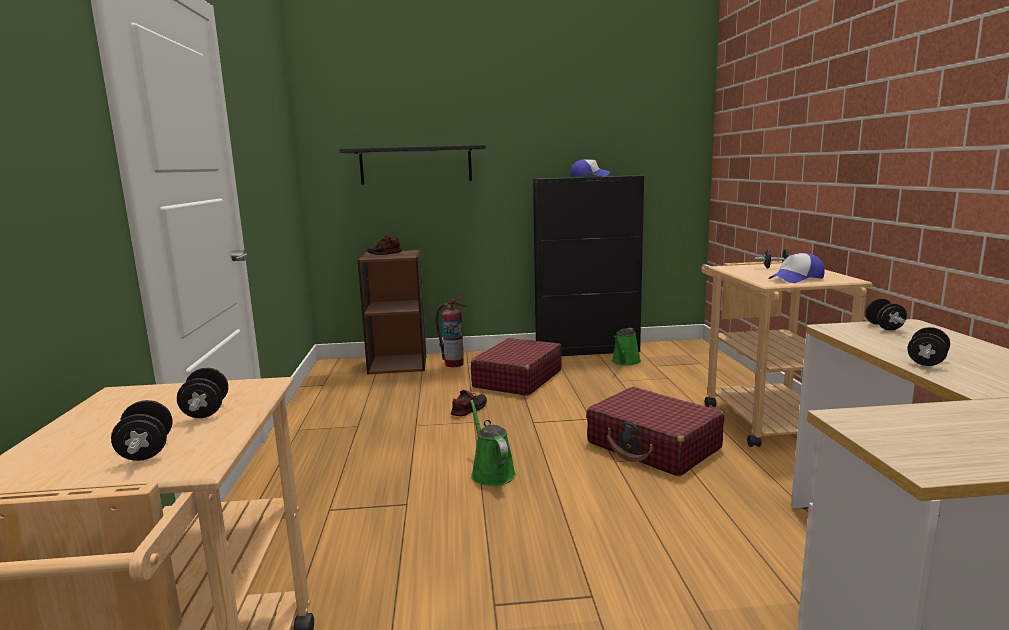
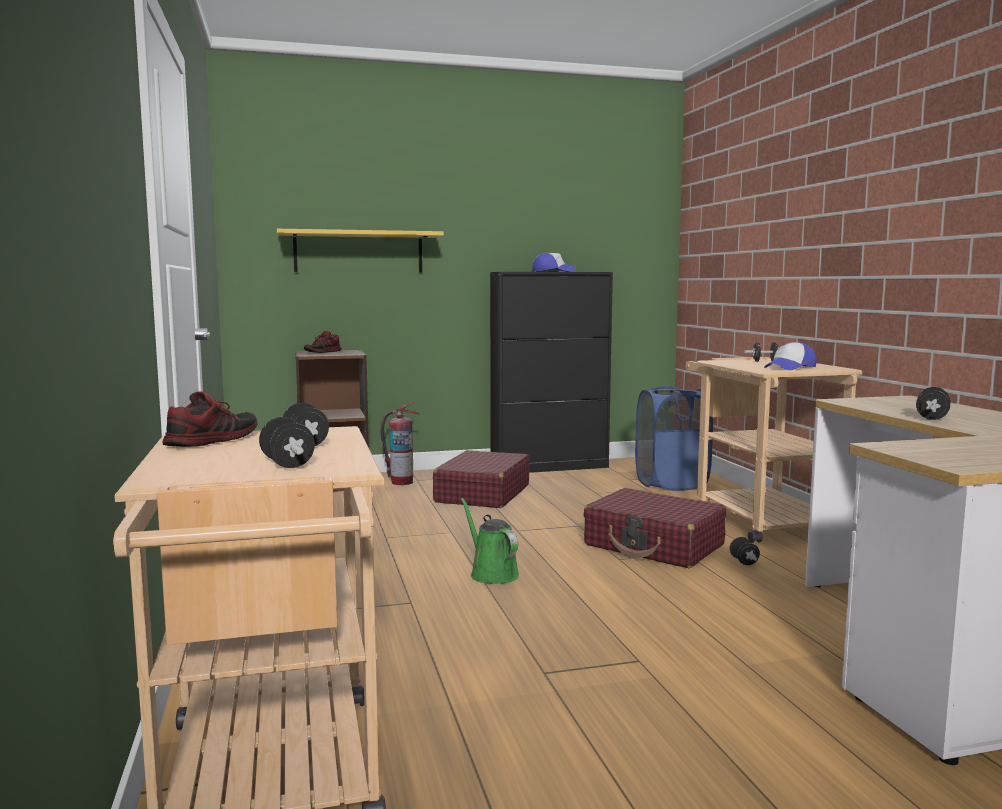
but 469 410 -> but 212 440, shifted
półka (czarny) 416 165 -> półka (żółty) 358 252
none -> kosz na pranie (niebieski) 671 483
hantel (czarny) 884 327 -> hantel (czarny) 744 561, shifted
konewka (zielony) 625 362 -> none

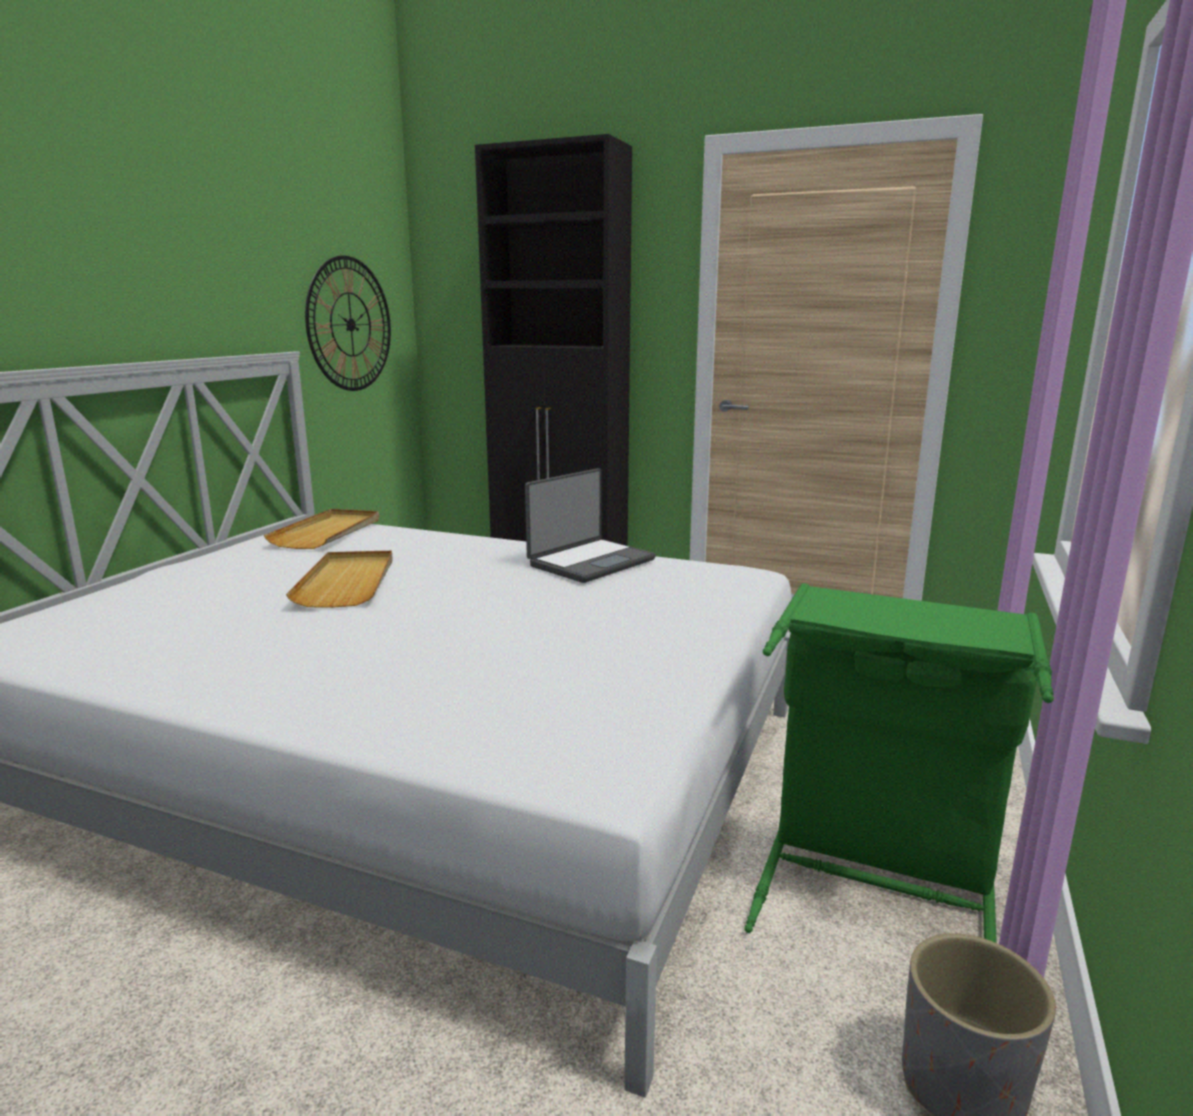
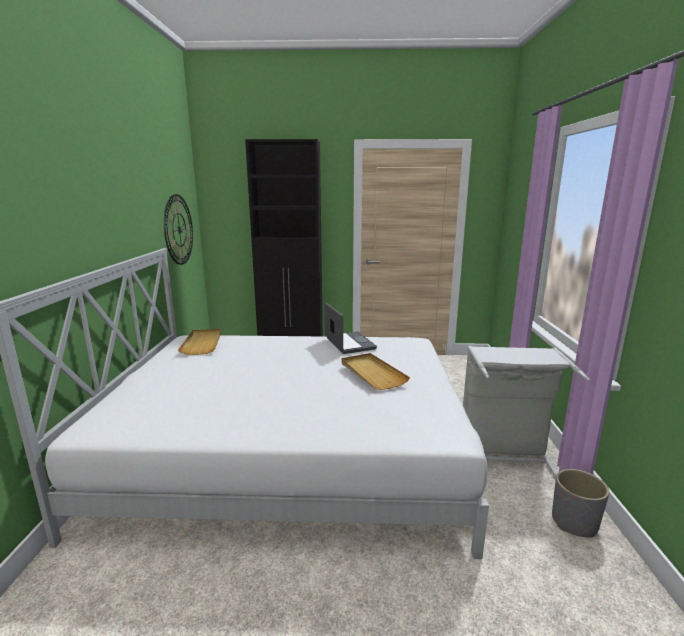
laptop 590 562 -> laptop 348 343, 45 degrees counterclockwise
taca (beżowy) 347 582 -> taca (beżowy) 372 373, shifted
kosz na pranie (zielony) 876 888 -> kosz na pranie (szary) 506 461

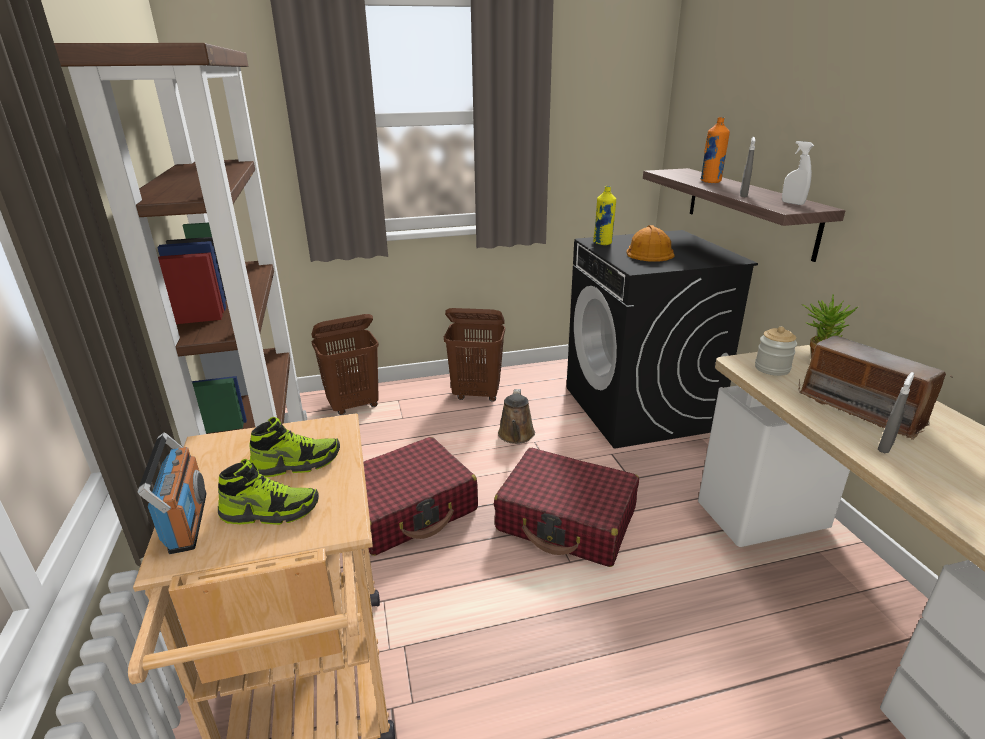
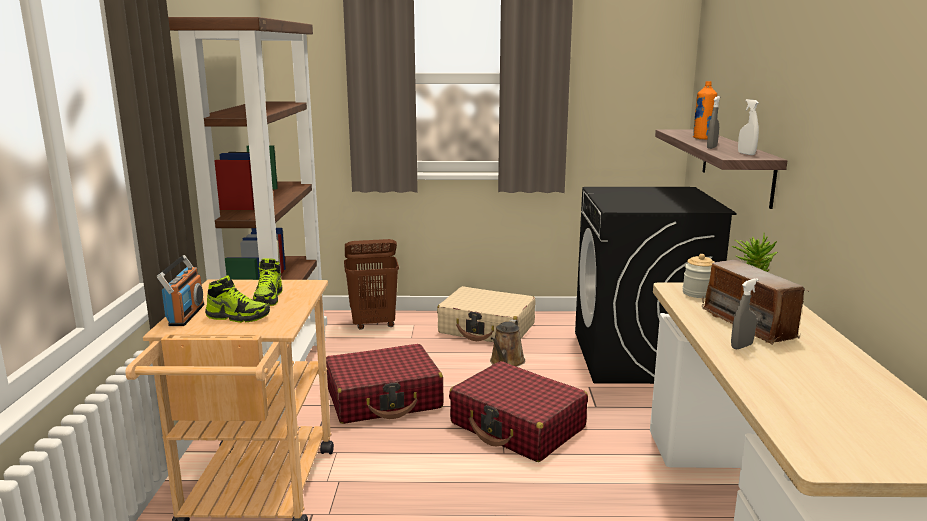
but 296 464 -> but 268 298, 90 degrees clockwise
kosz na pranie (brązowy) 477 394 -> walizka (beżowy) 487 329
butelka (żółty) 602 243 -> none
kask (pomarańczowy) 648 253 -> none

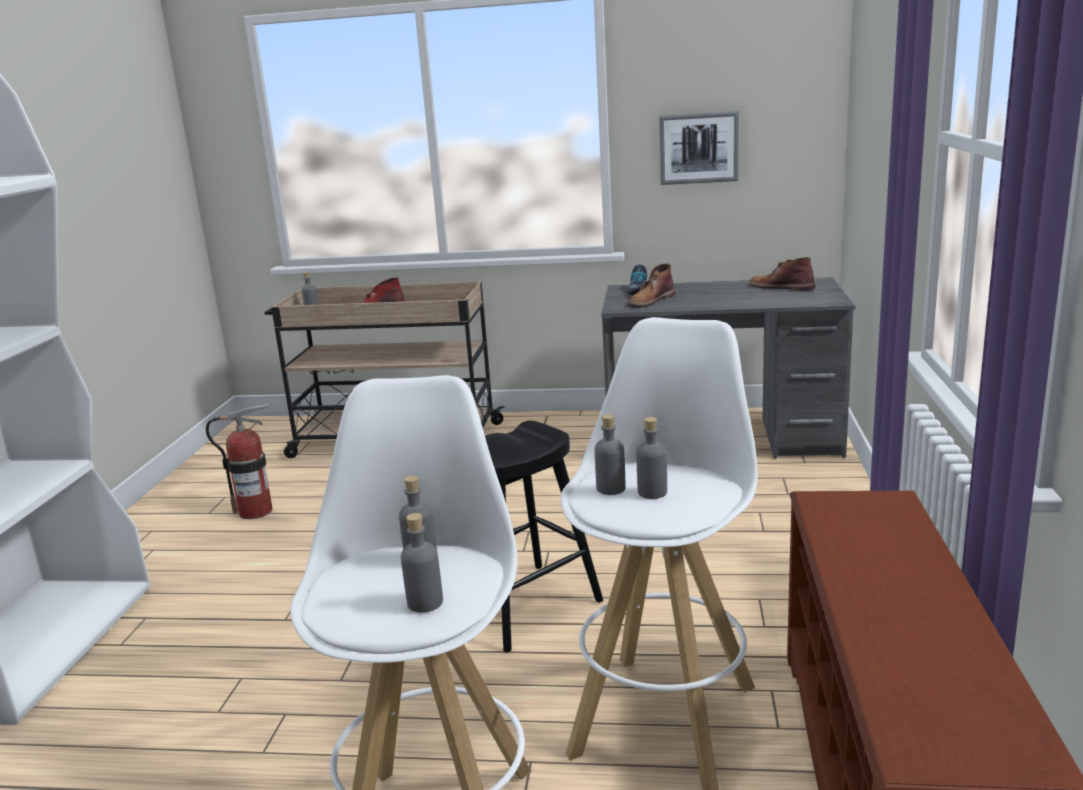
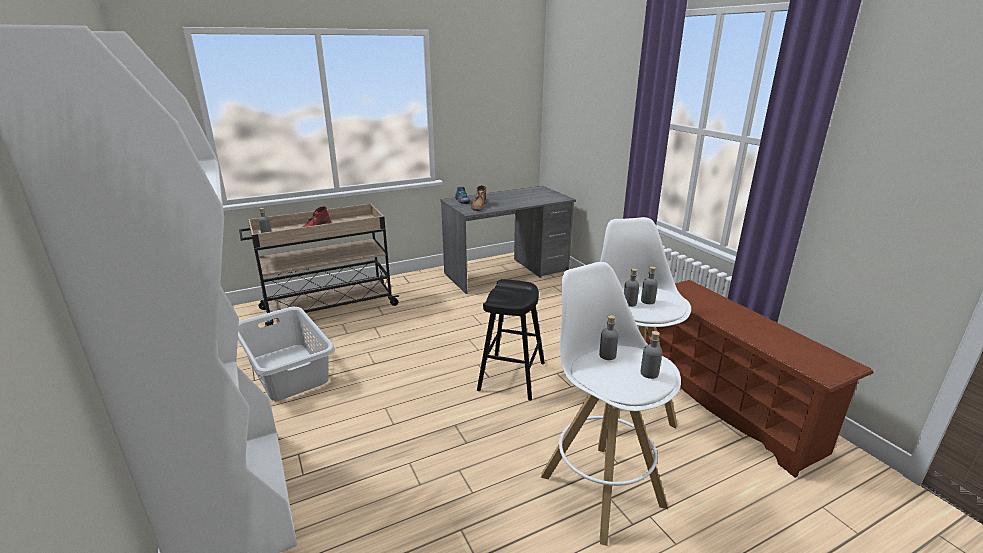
gaśnica 256 511 -> kosz na pranie (szary) 289 370
obraz 699 148 -> none
but z cholewką (brązowy) 781 287 -> none

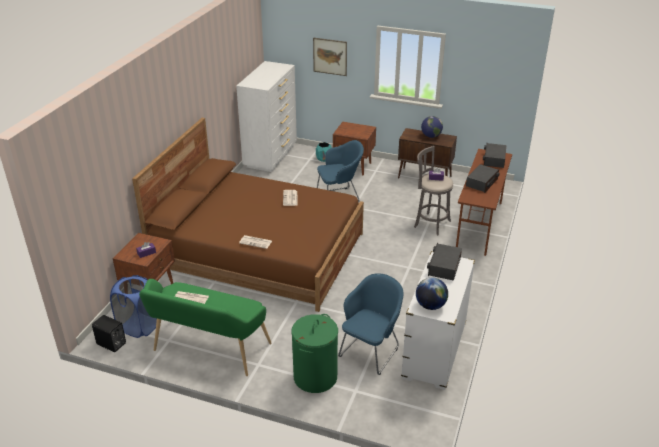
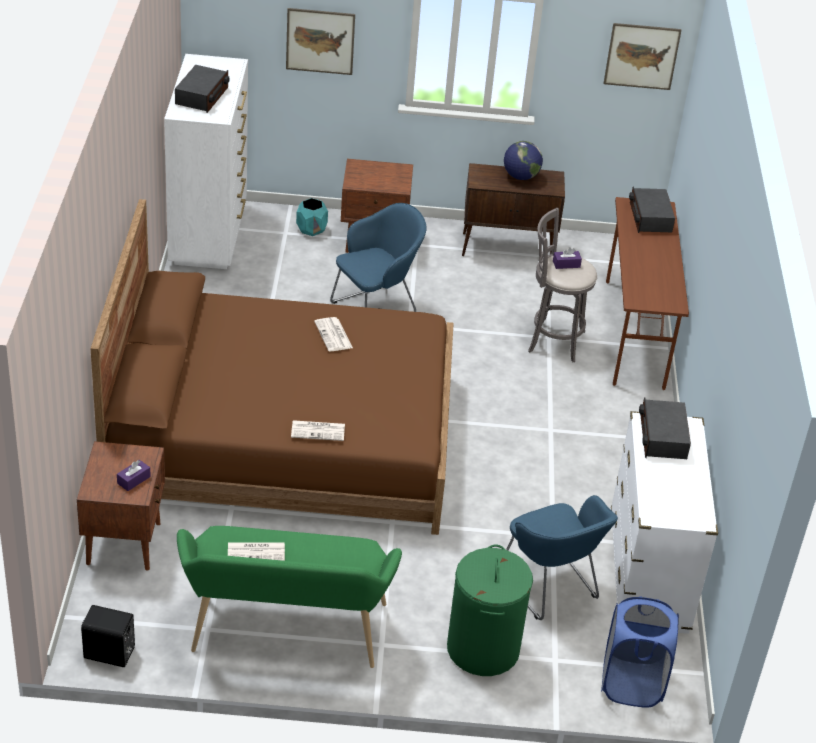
radio 482 183 -> radio 202 96, shifted
fotel (niebieski) 371 351 -> fotel (niebieski) 551 589, 135 degrees clockwise
kosz na pranie (niebieski) 139 326 -> kosz na pranie (niebieski) 631 684, shifted
none -> obraz 642 56
globus 430 305 -> none

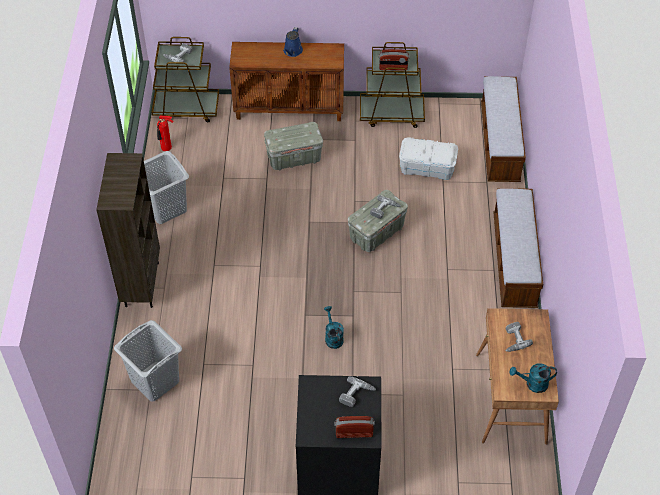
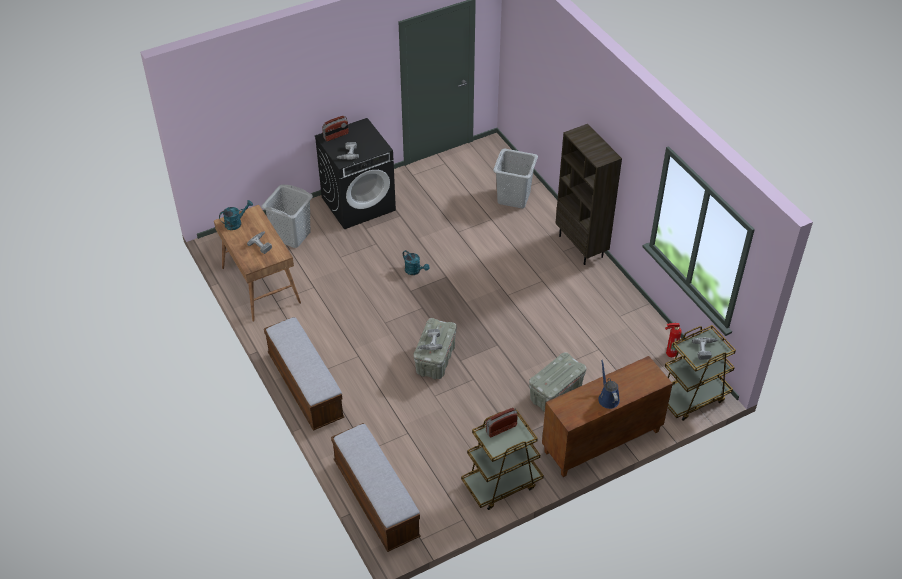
kosz na pranie (szary) 166 208 -> kosz na pranie (szary) 291 236, shifted
pojemnik do przechowywania (biały) 427 167 -> none

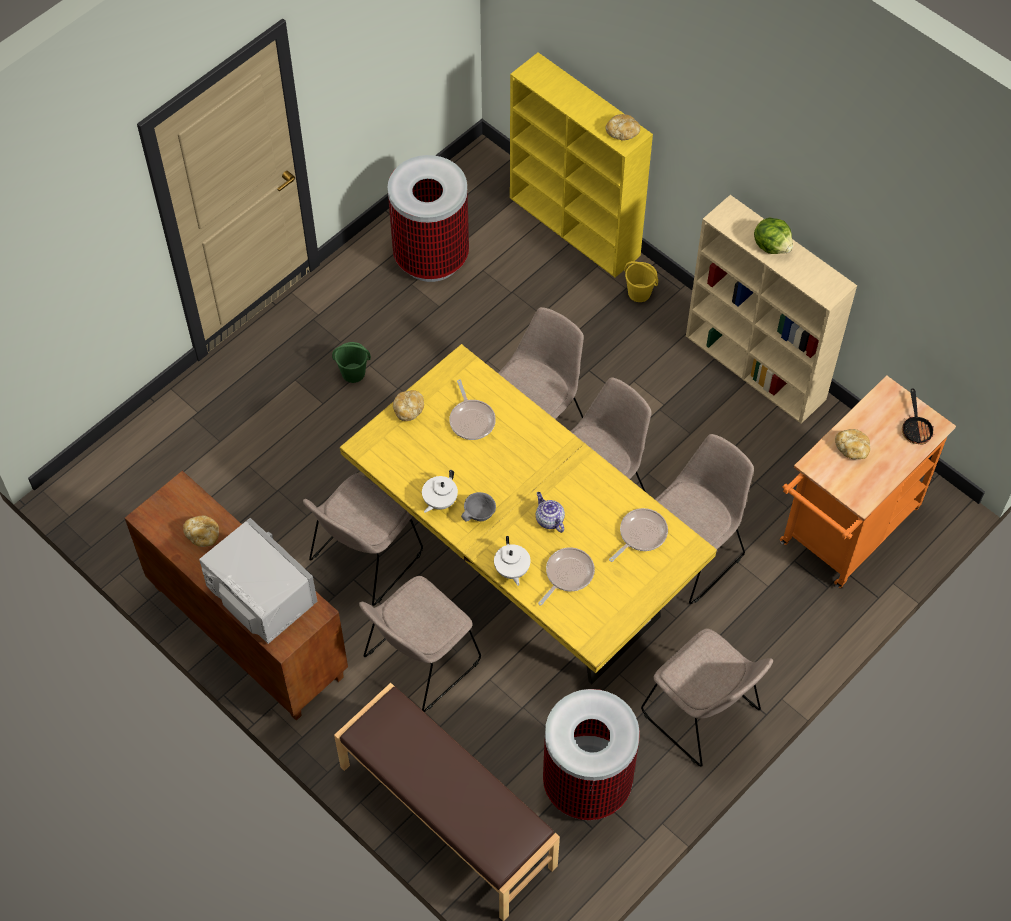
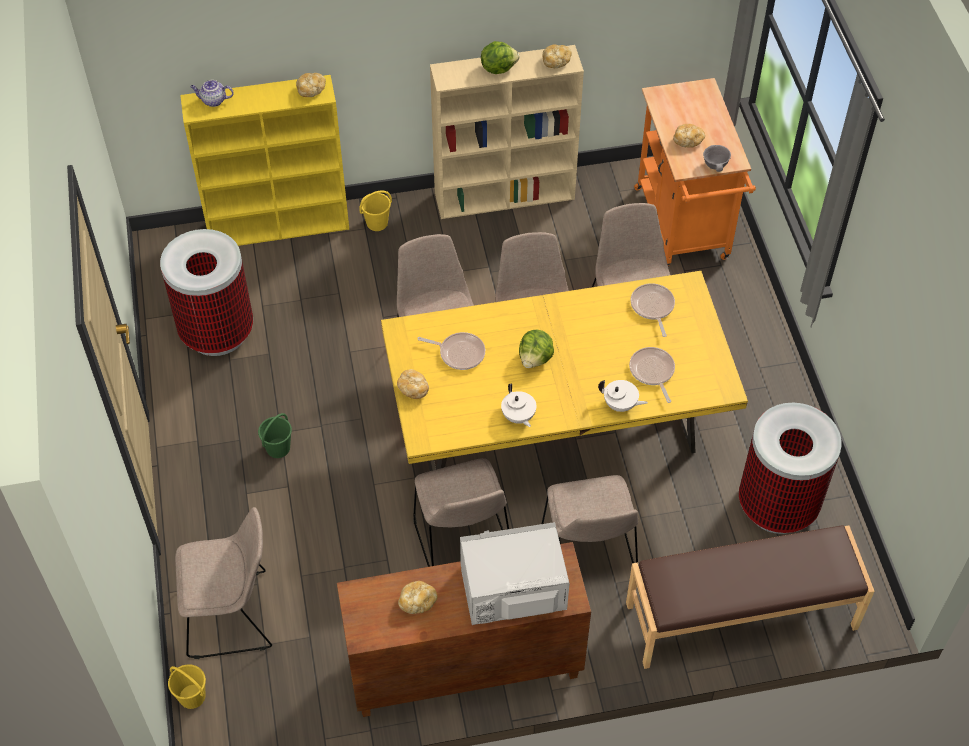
none -> wiadro (żółty) 191 696
krzesło (beżowy) 703 714 -> krzesło (beżowy) 232 614, shifted
imbryk 549 519 -> imbryk 213 101, shifted
none -> sałata 535 358
none -> chleb 556 61
miska (szary) 479 515 -> miska (szary) 716 166, shifted
patelnia 916 428 -> none

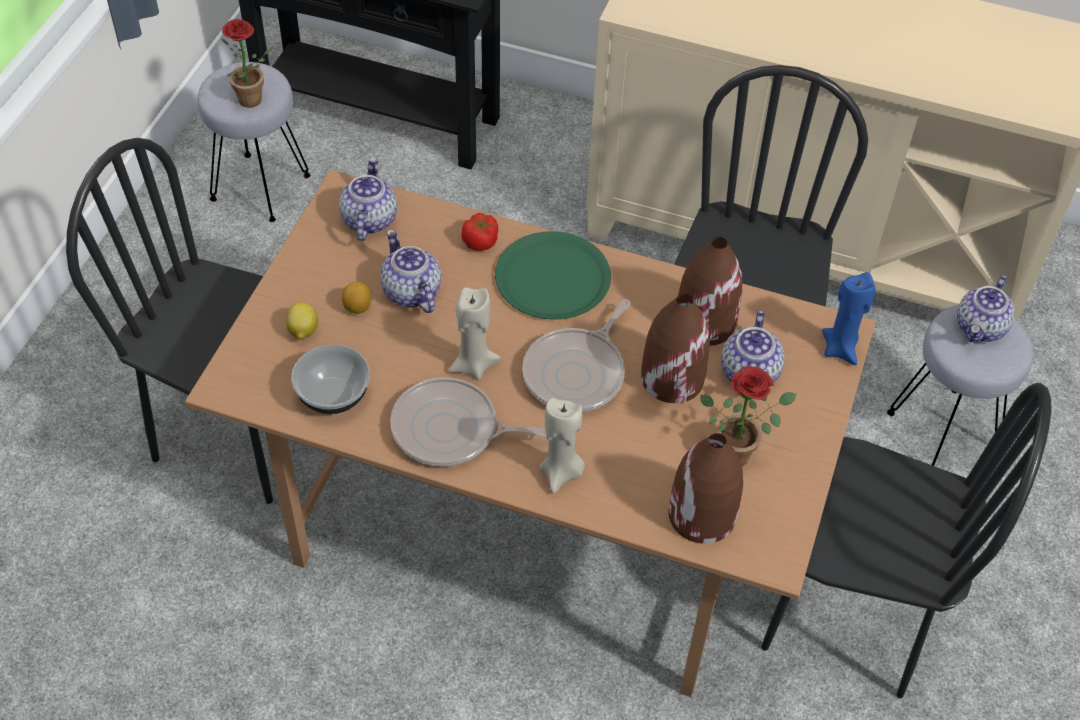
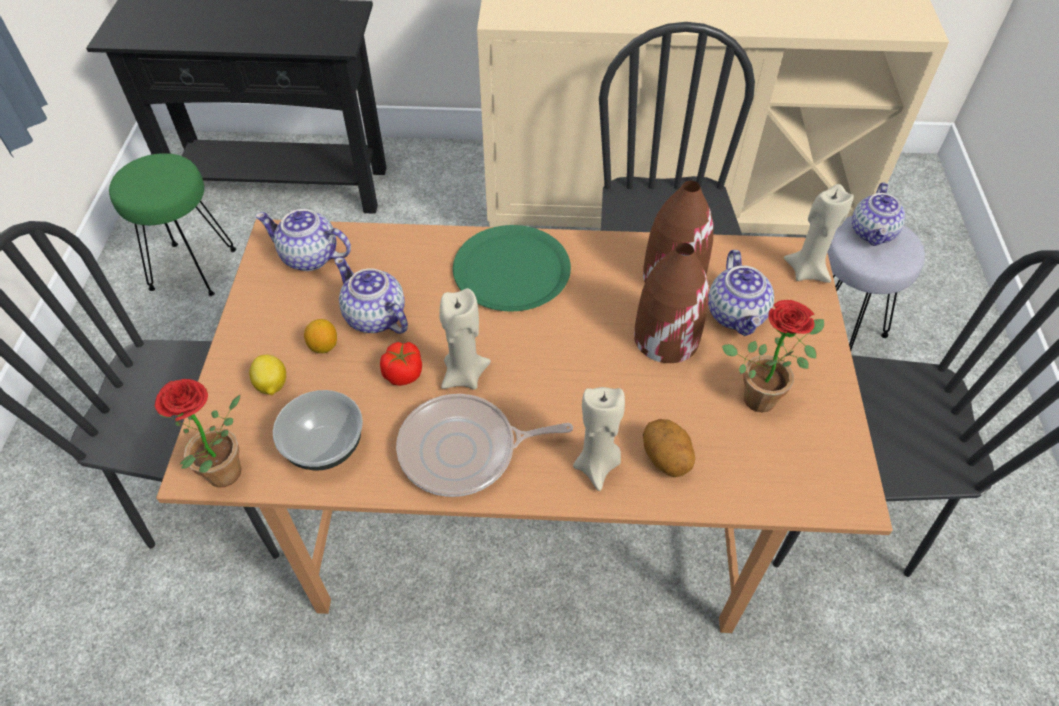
stołek (szary) 261 186 -> stołek (zielony) 194 268
roślina doniczkowa 252 103 -> roślina doniczkowa 228 477, shifted
imbryk 368 219 -> imbryk 309 257, 60 degrees counterclockwise
pomidor 480 242 -> pomidor 403 373, shifted
none -> ziemniak 666 458
świeca (niebieski) 840 348 -> świeca (beżowy) 807 271
patelnia 577 373 -> none
wazon (brązowy) 701 515 -> none

